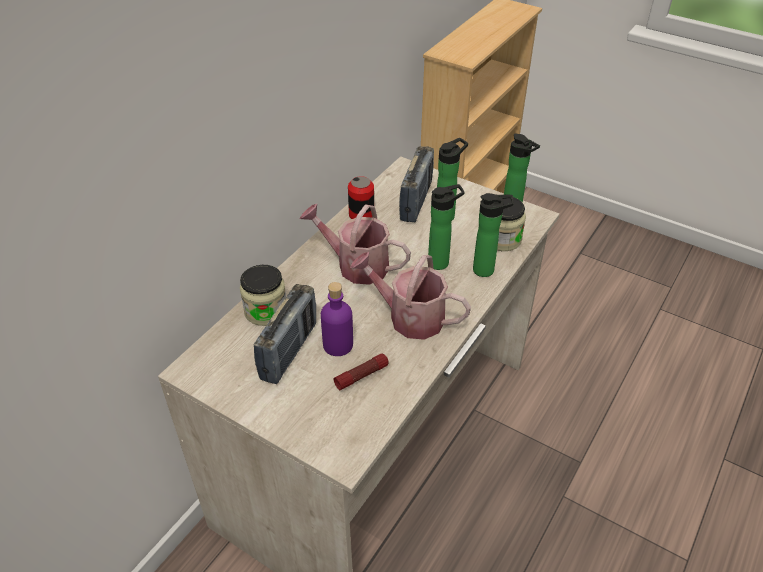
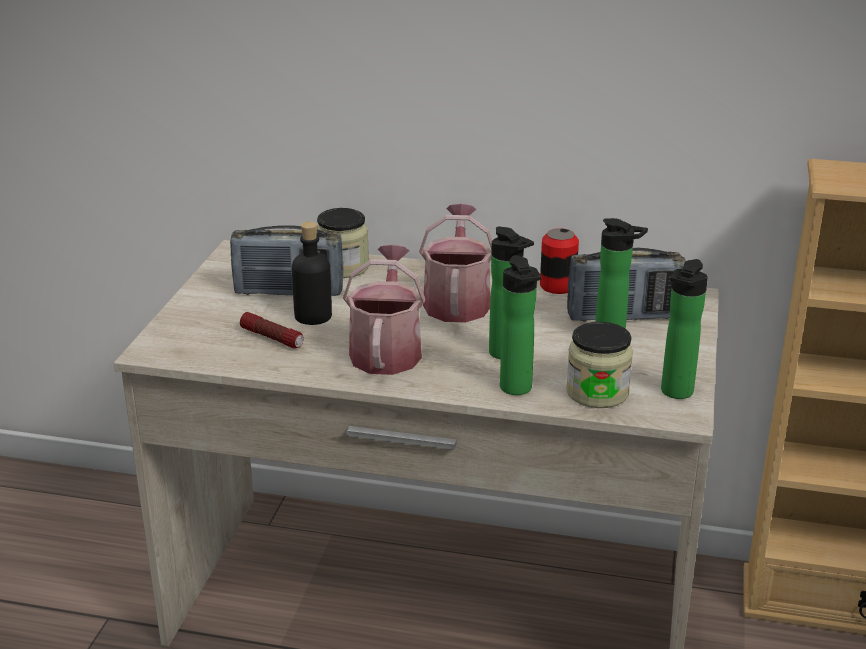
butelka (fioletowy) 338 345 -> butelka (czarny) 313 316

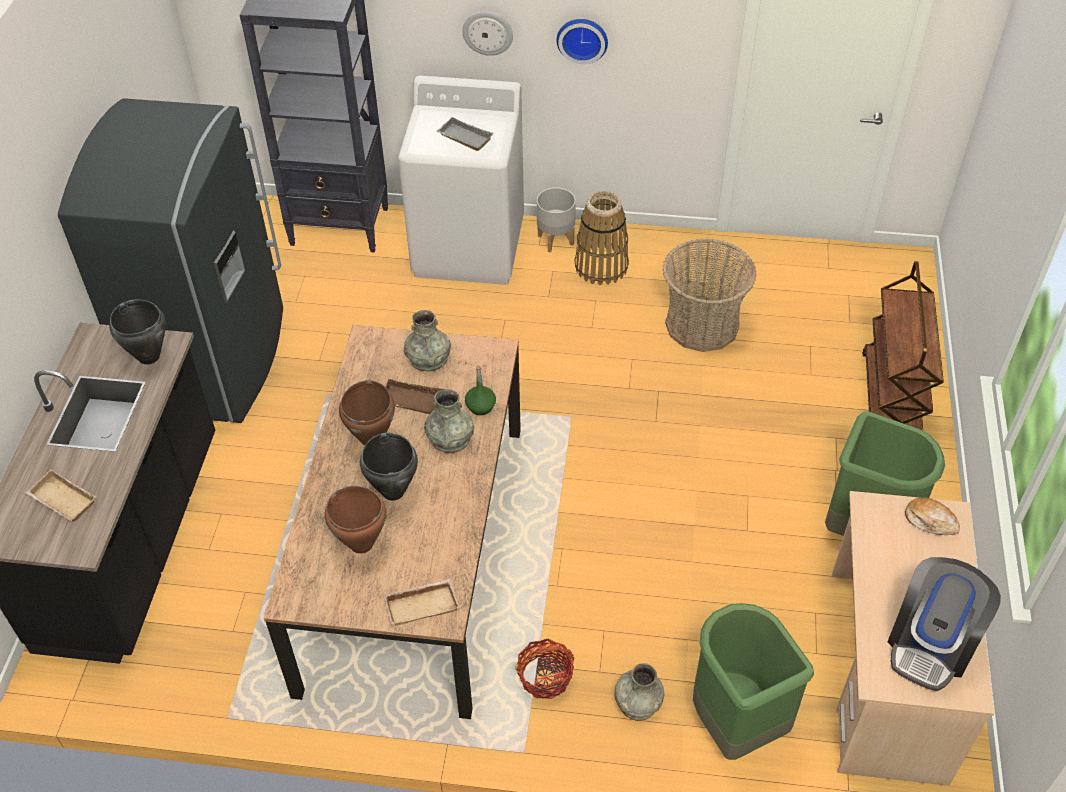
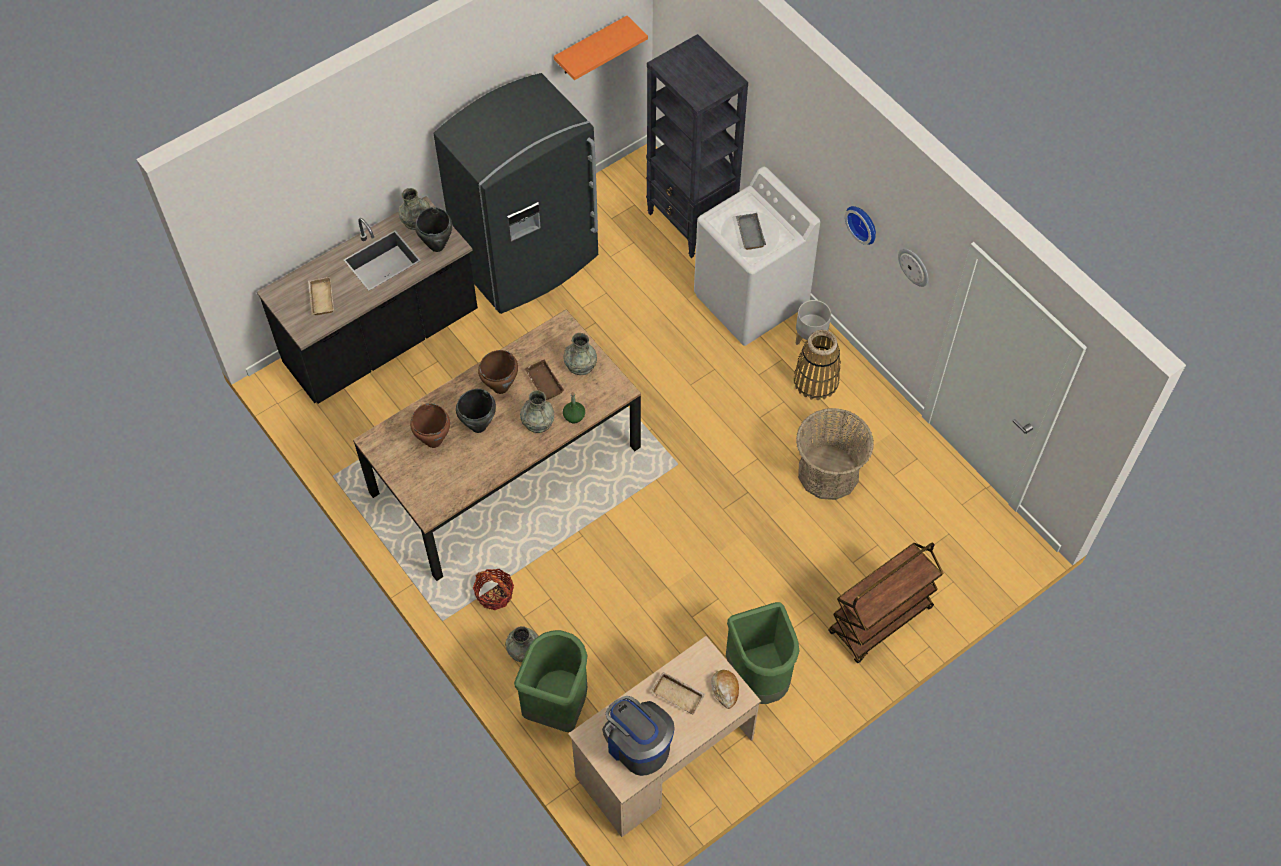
none -> wazon (szary) 416 219
none -> półka (pomarańczowy) 591 46
ekspres do kawy 931 643 -> ekspres do kawy 637 745, 60 degrees clockwise
taca (beżowy) 422 604 -> taca (beżowy) 679 694, shifted
zegar ścienny 487 32 -> zegar ścienny 914 266, shifted

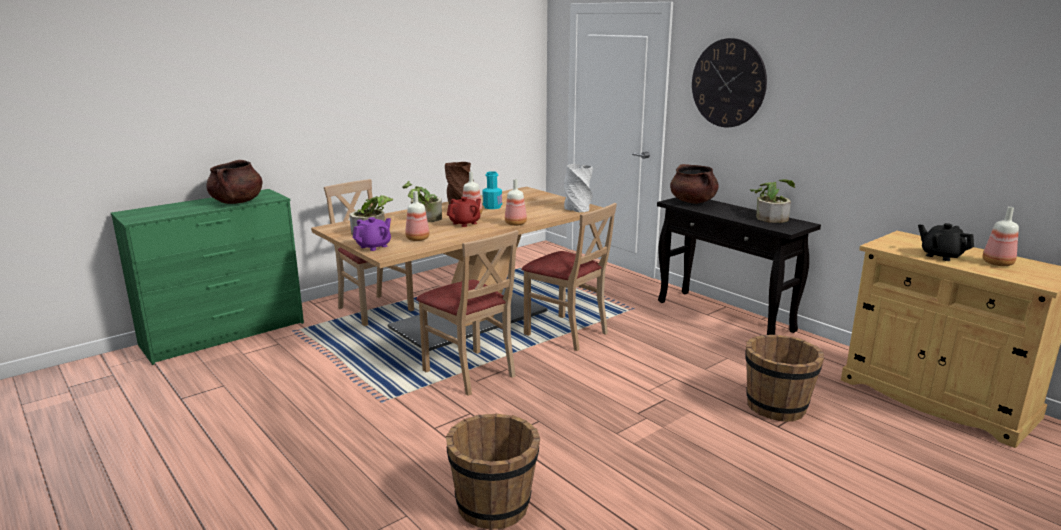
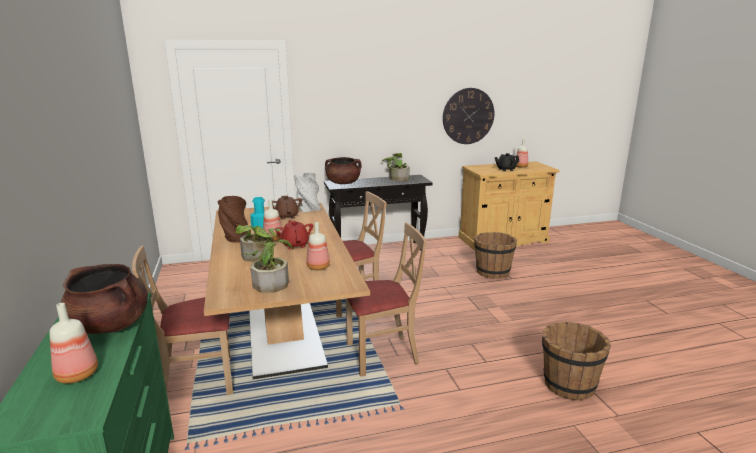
butelka 515 223 -> butelka 76 375, shifted
none -> imbryk (brązowy) 287 216
zegar ścienny 728 83 -> zegar ścienny 468 116, shifted
imbryk (fioletowy) 374 246 -> none

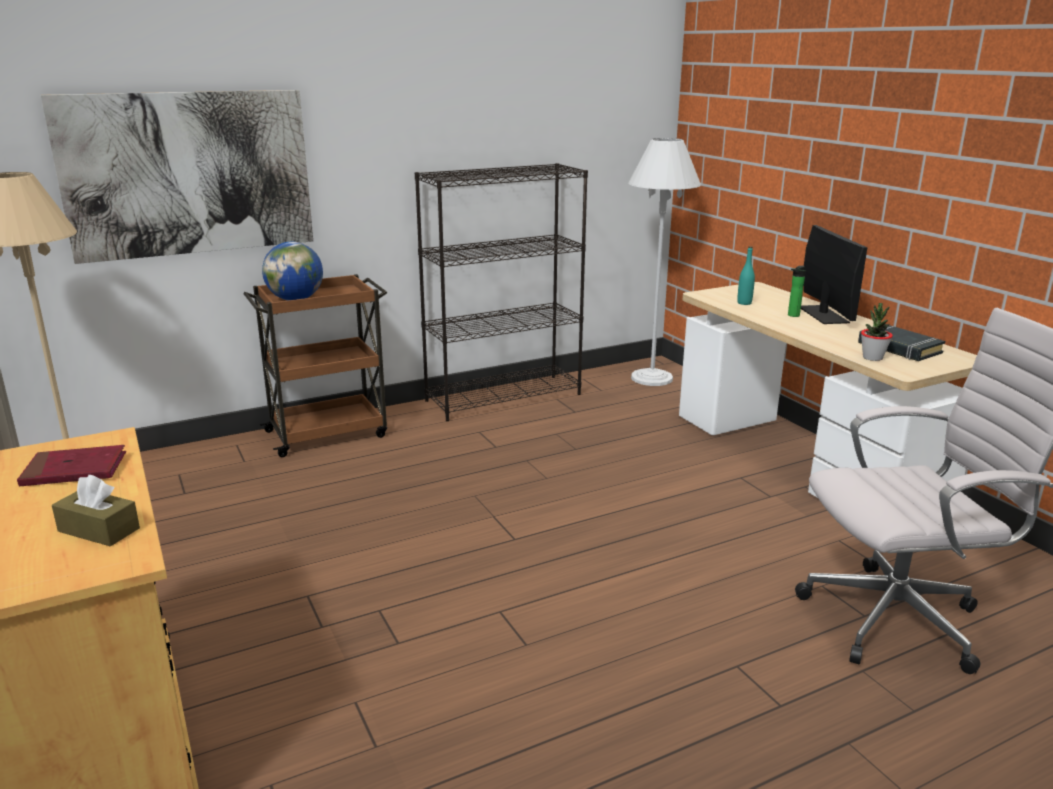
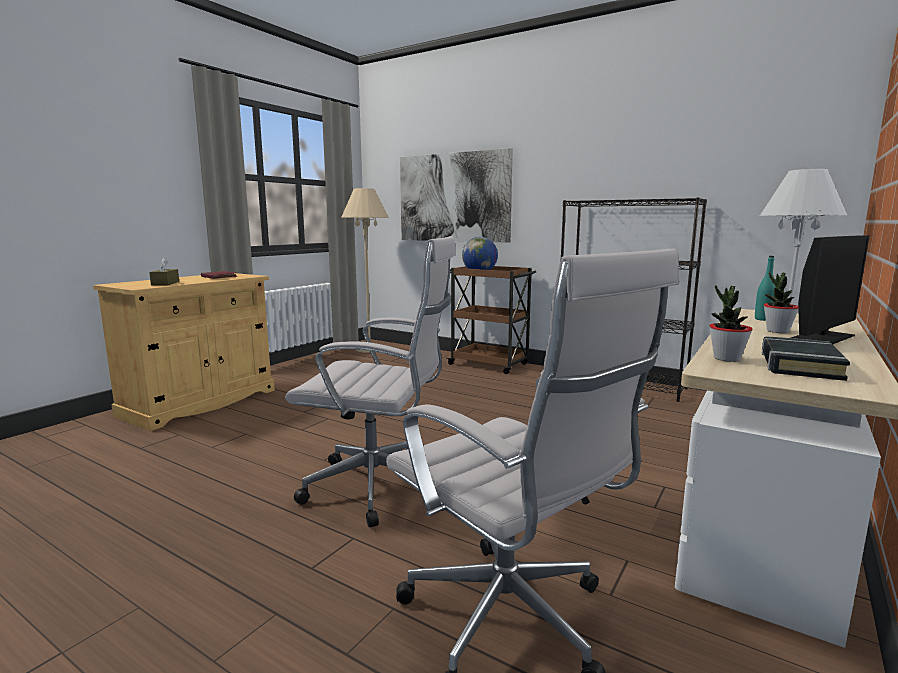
none -> krzesło biurowe (biały) 380 488
butelka 792 315 -> roślina doniczkowa 777 331

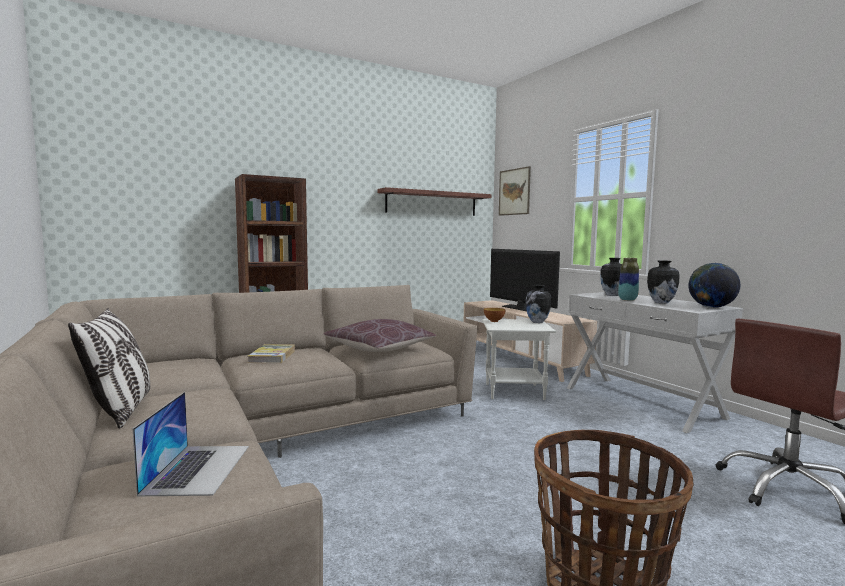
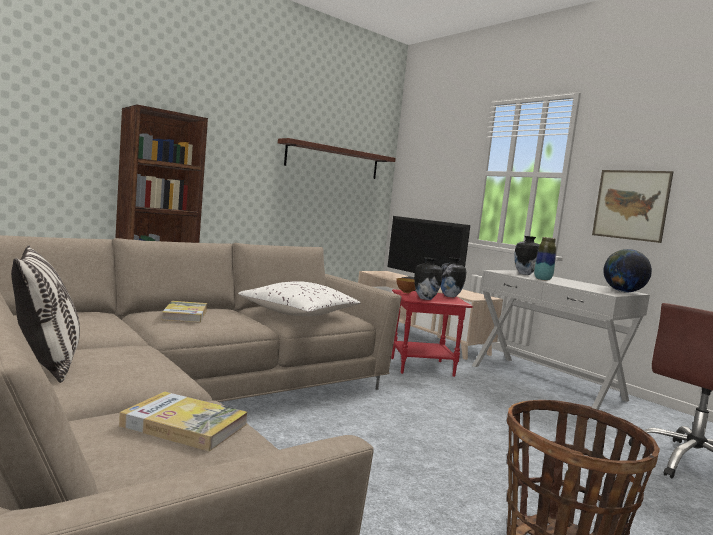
laptop 198 468 -> książka 184 425
poduszka (brązowy) 379 349 -> poduszka (biały) 299 314
stolik (biały) 515 392 -> stolik (czerwony) 422 367
wazon 661 302 -> wazon 425 298, shifted
obraz 514 192 -> obraz 631 205, shifted

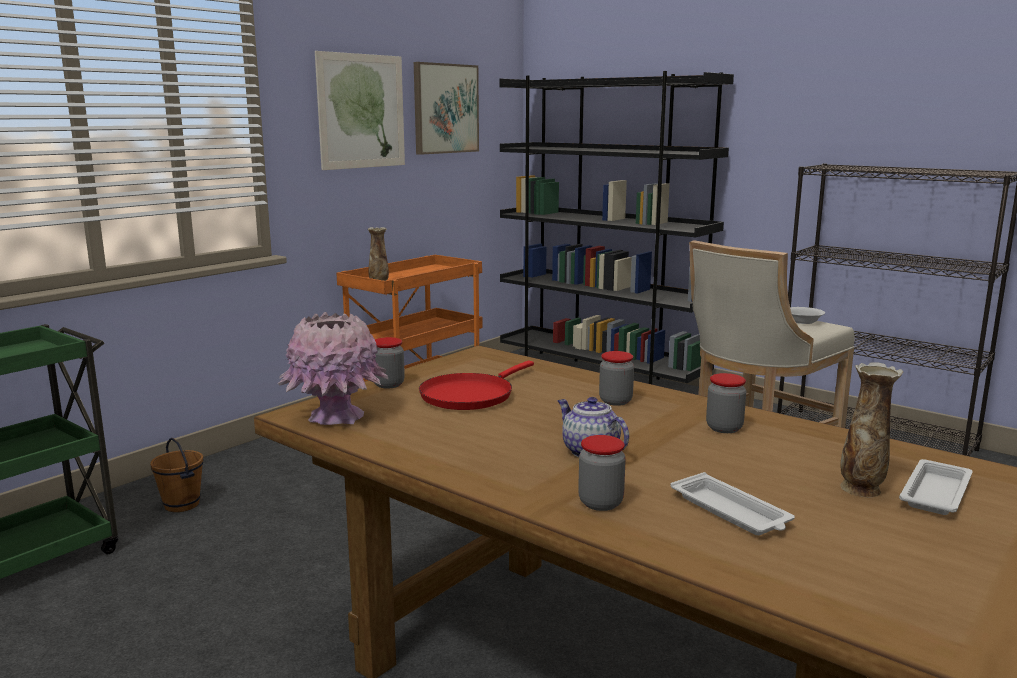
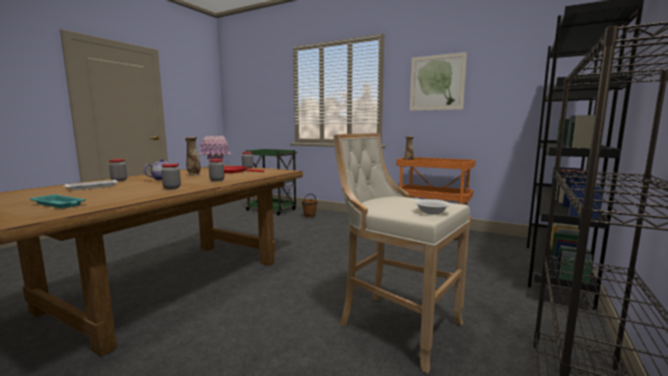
taca (biały) 936 492 -> taca (turkusowy) 59 204
wazon 862 489 -> wazon 194 175, shifted
obraz 445 108 -> none

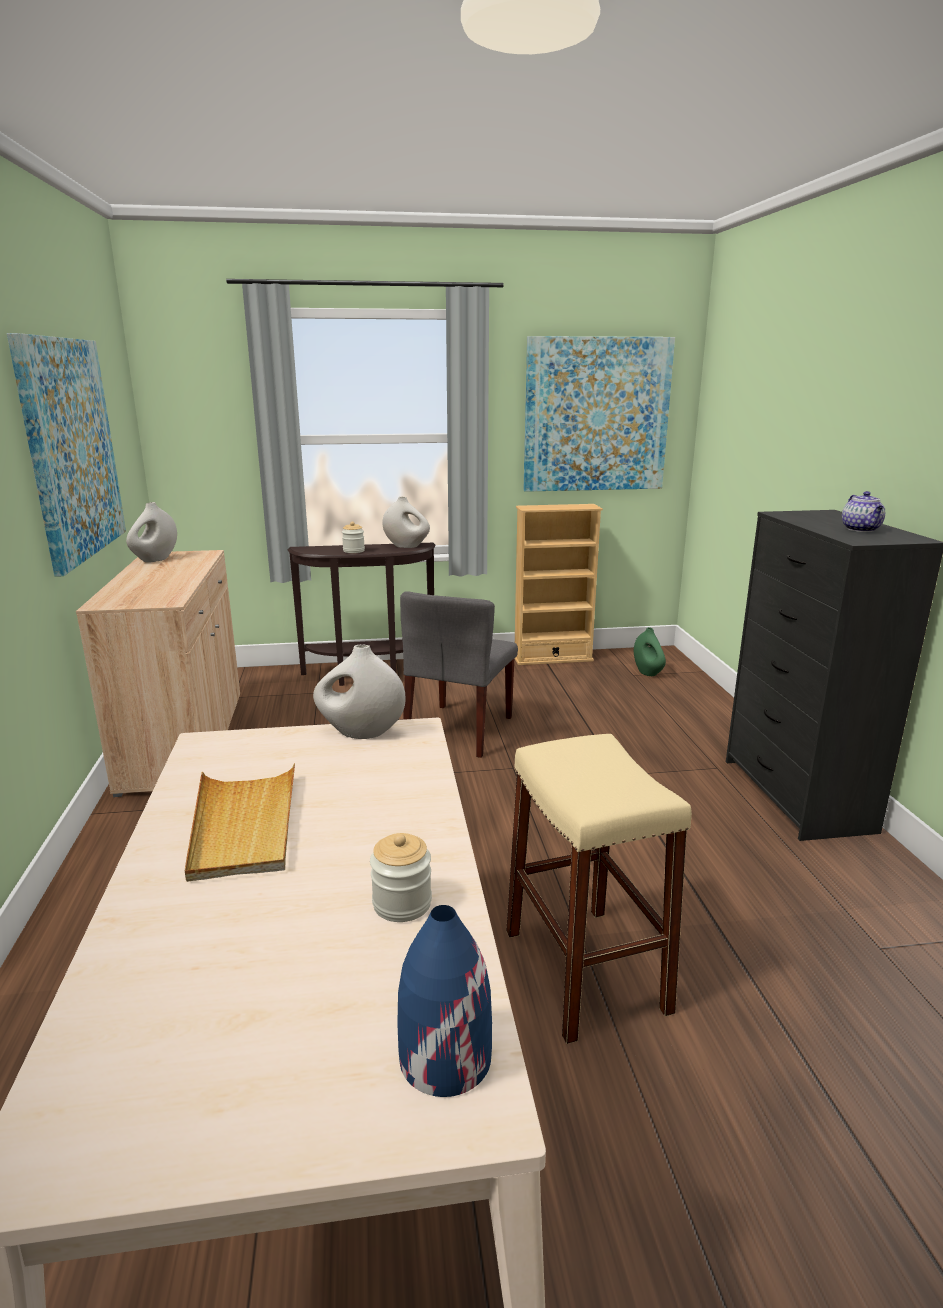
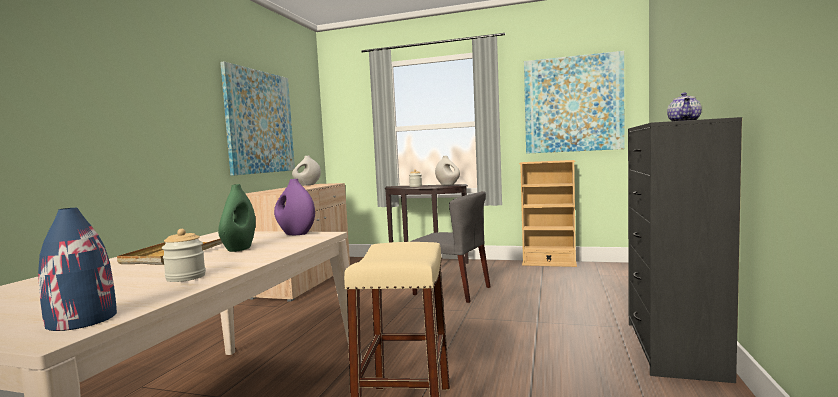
wazon (zielony) 647 672 -> wazon (zielony) 239 249, shifted
wazon (biały) 361 733 -> wazon (fioletowy) 295 234
krzesło (szary) 459 730 -> krzesło (szary) 452 291, 105 degrees counterclockwise

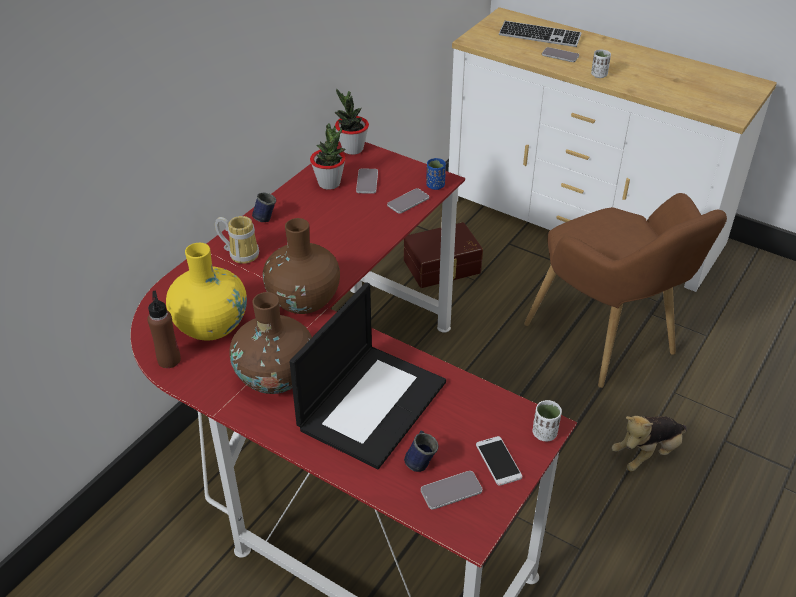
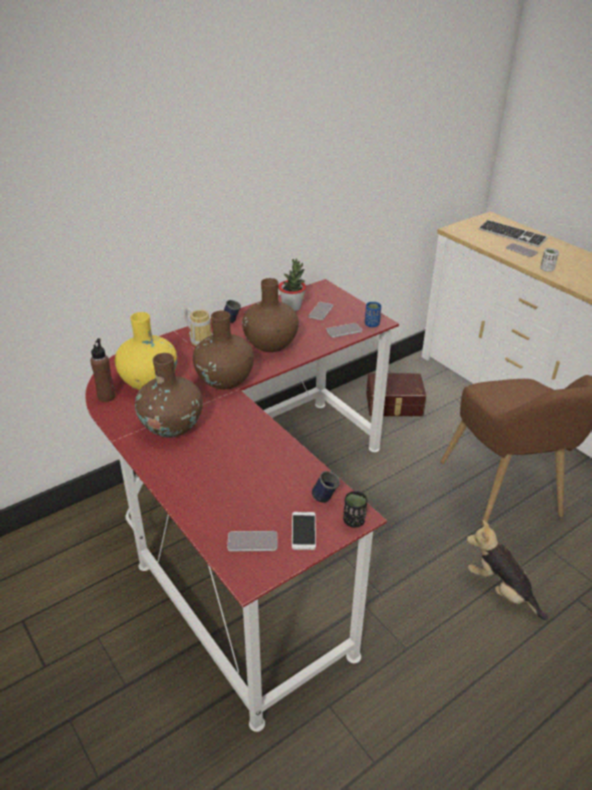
none -> wazon (brązowy) 270 344
kubek (niebieski) 420 460 -> kubek (niebieski) 325 495, shifted
filiżanka (biały) 544 433 -> filiżanka (czarny) 354 521
pluszak 647 453 -> pluszak 501 590, 60 degrees clockwise
laptop 372 403 -> none
roślina doniczkowa 352 149 -> none

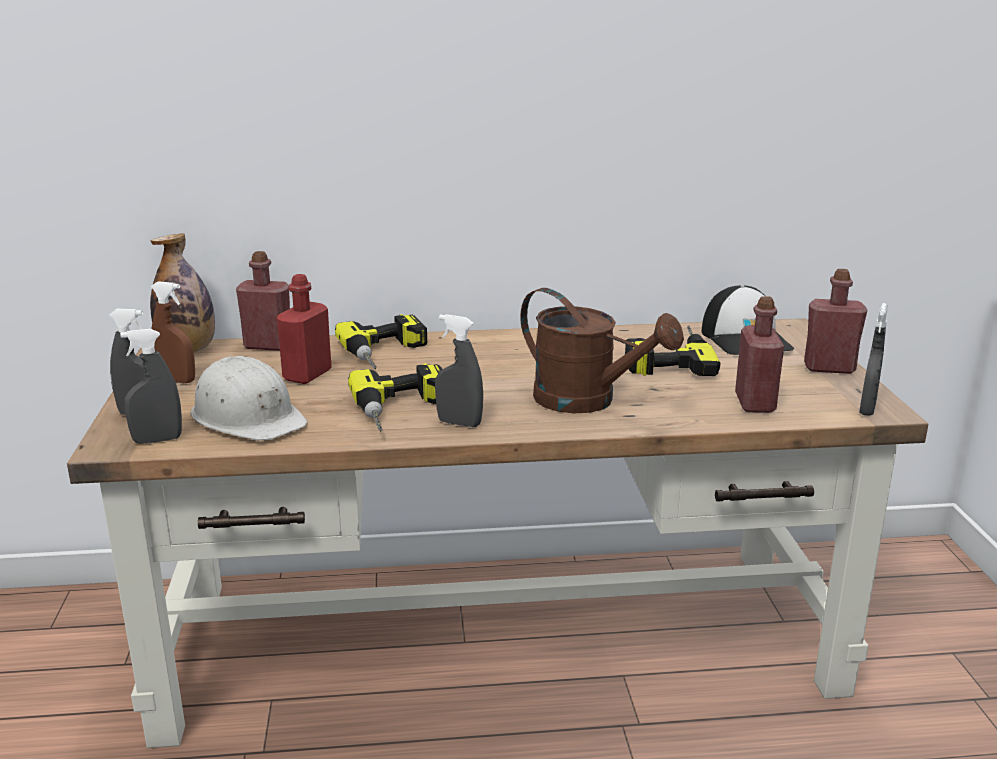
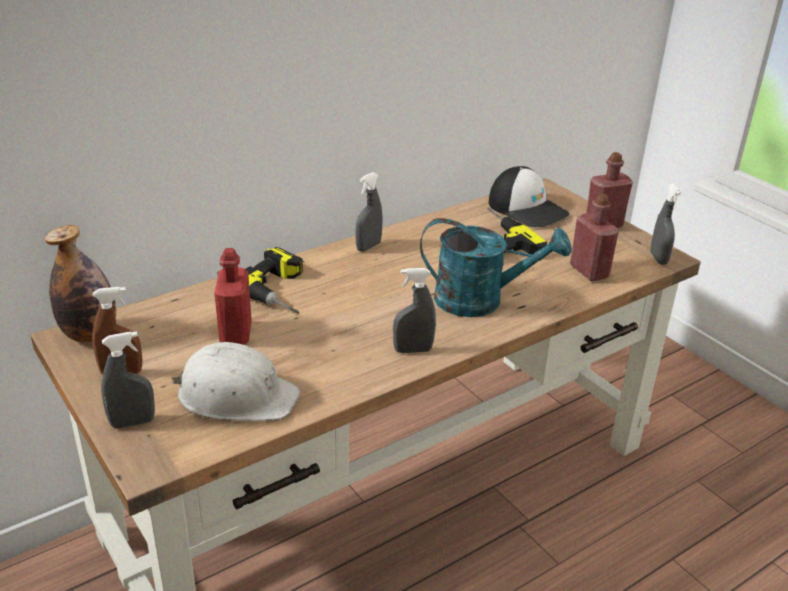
spryskiwacz (szary) 157 440 -> spryskiwacz (szary) 368 247, shifted
konewka (brązowy) 587 401 -> konewka (turkusowy) 481 300
butelka (czerwony) 268 345 -> none
wiertarka 404 410 -> none

